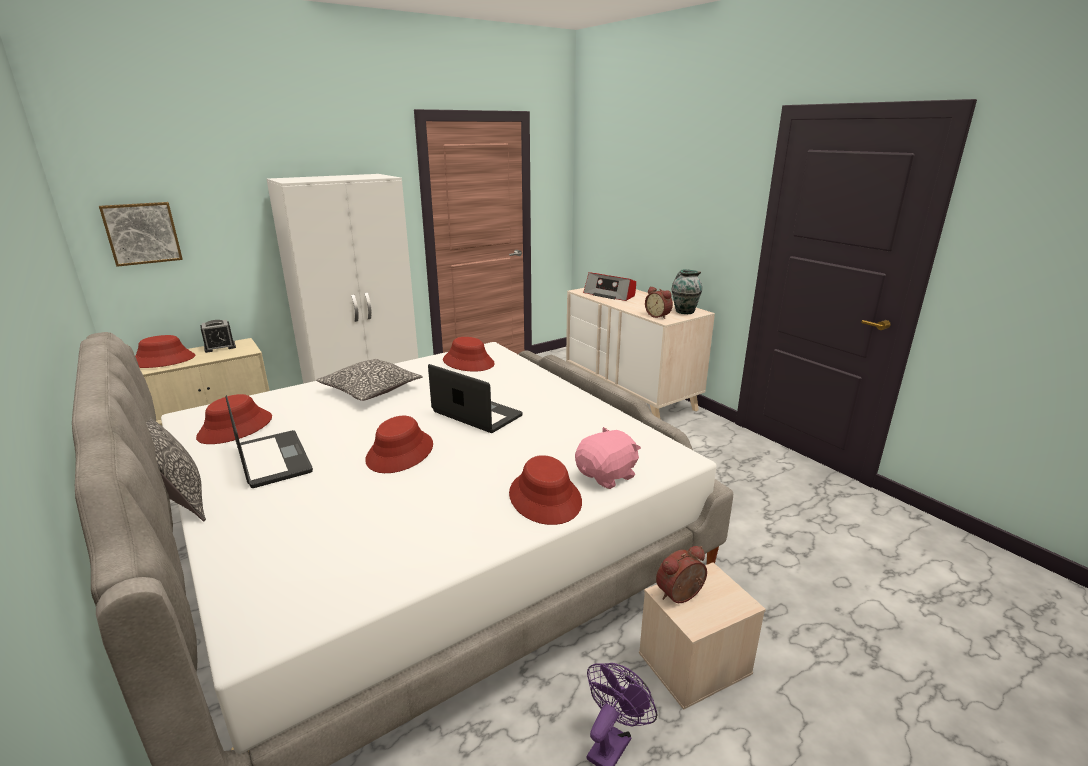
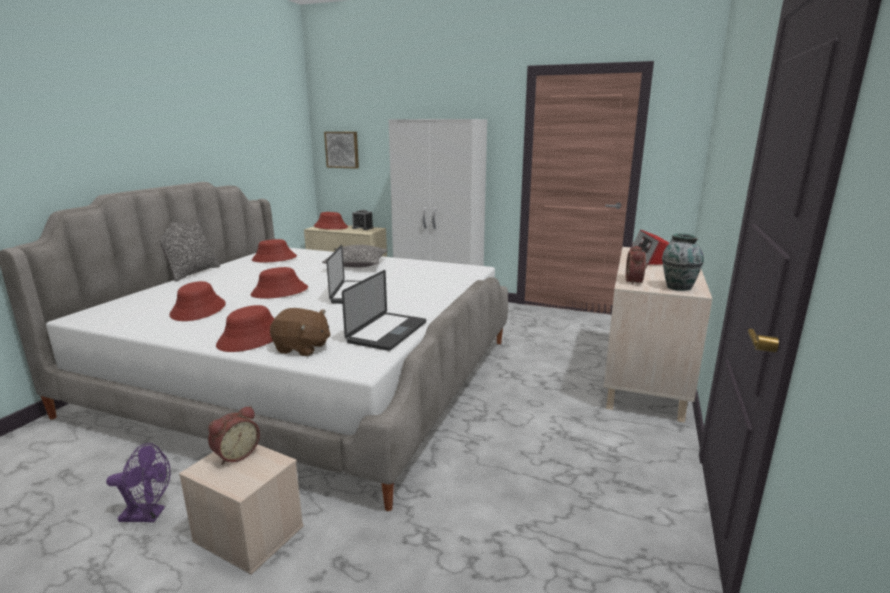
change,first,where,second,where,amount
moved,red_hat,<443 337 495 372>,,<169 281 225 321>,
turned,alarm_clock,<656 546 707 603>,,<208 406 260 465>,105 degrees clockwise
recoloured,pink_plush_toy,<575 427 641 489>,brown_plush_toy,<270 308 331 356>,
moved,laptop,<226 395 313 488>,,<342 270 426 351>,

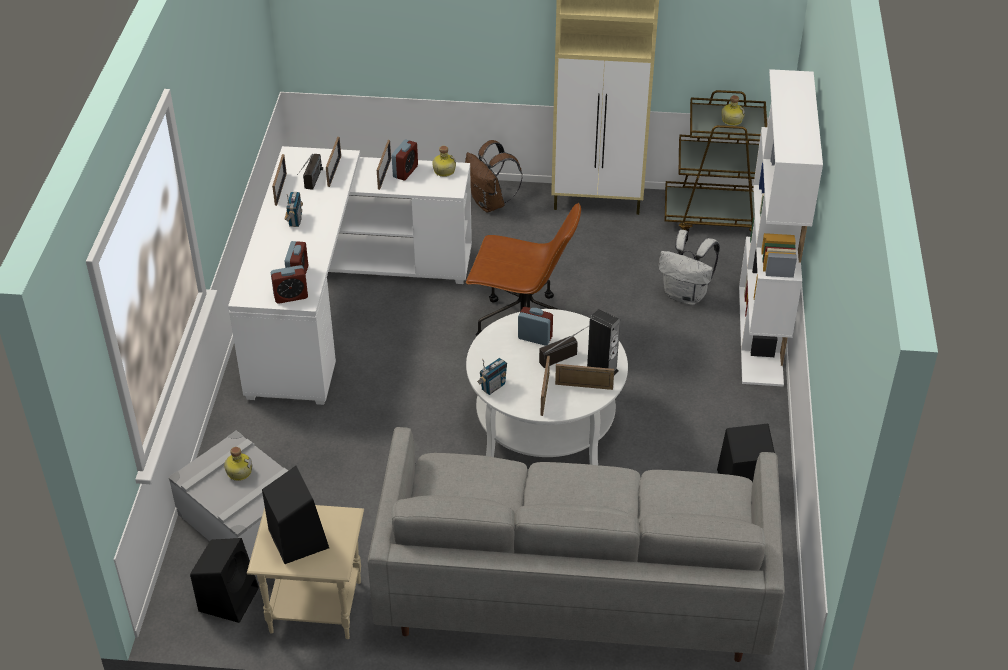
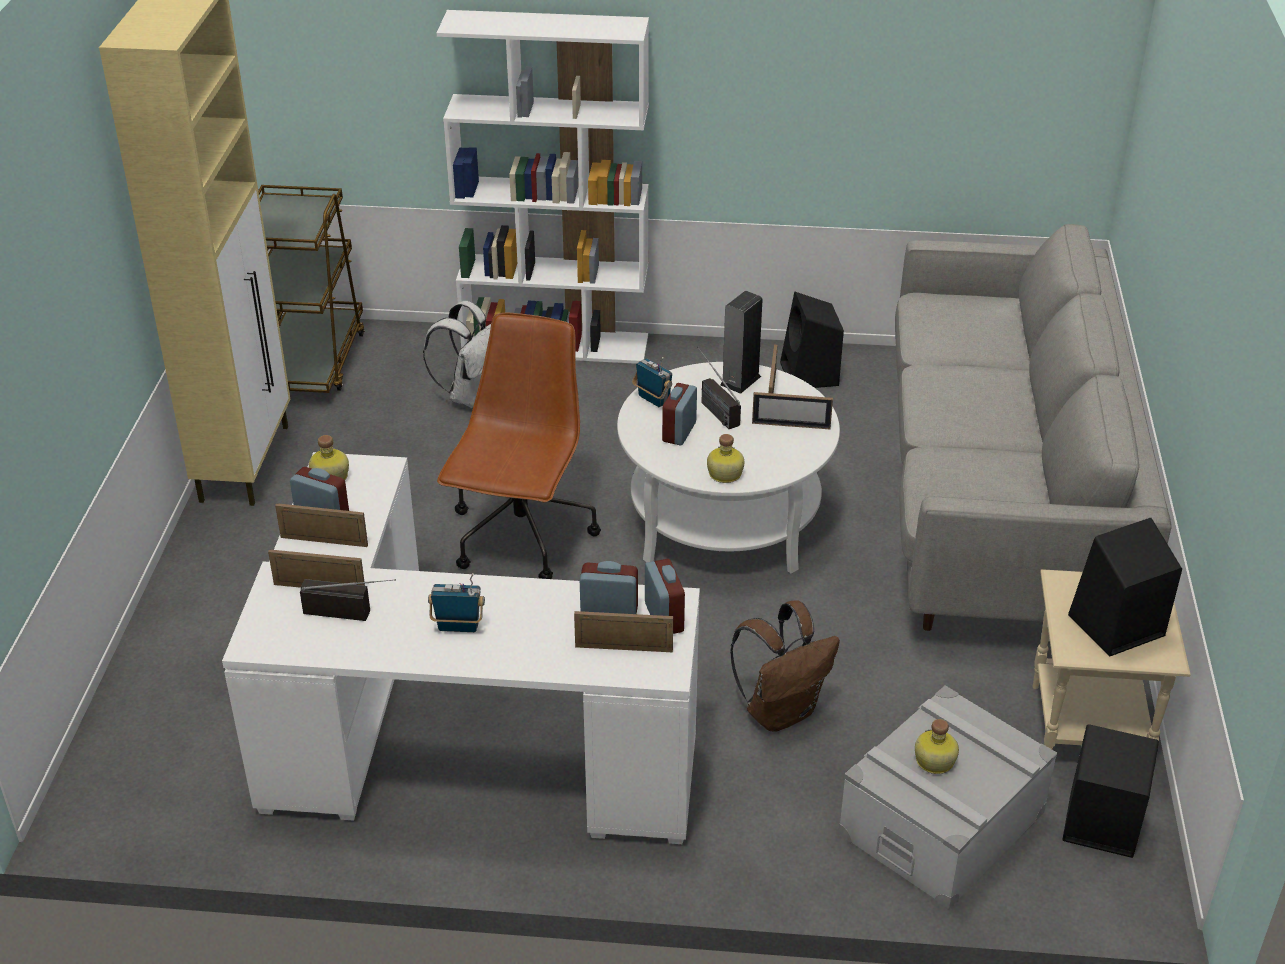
change,first,where,second,where,amount
moved,picture_frame,<272 154 287 206>,,<574 611 673 652>,
moved,radio,<477 358 507 395>,,<632 357 672 407>,
moved,bottle,<721 95 745 126>,,<707 434 744 483>,
moved,brown_backpack,<465 140 523 212>,,<730 600 840 732>,

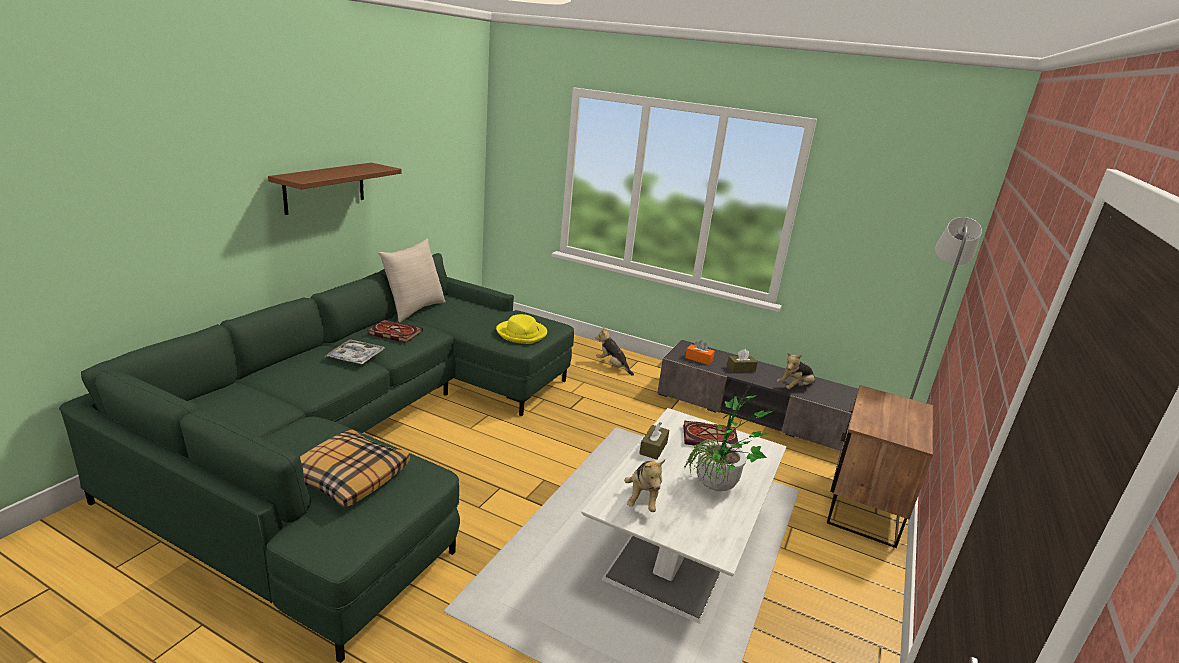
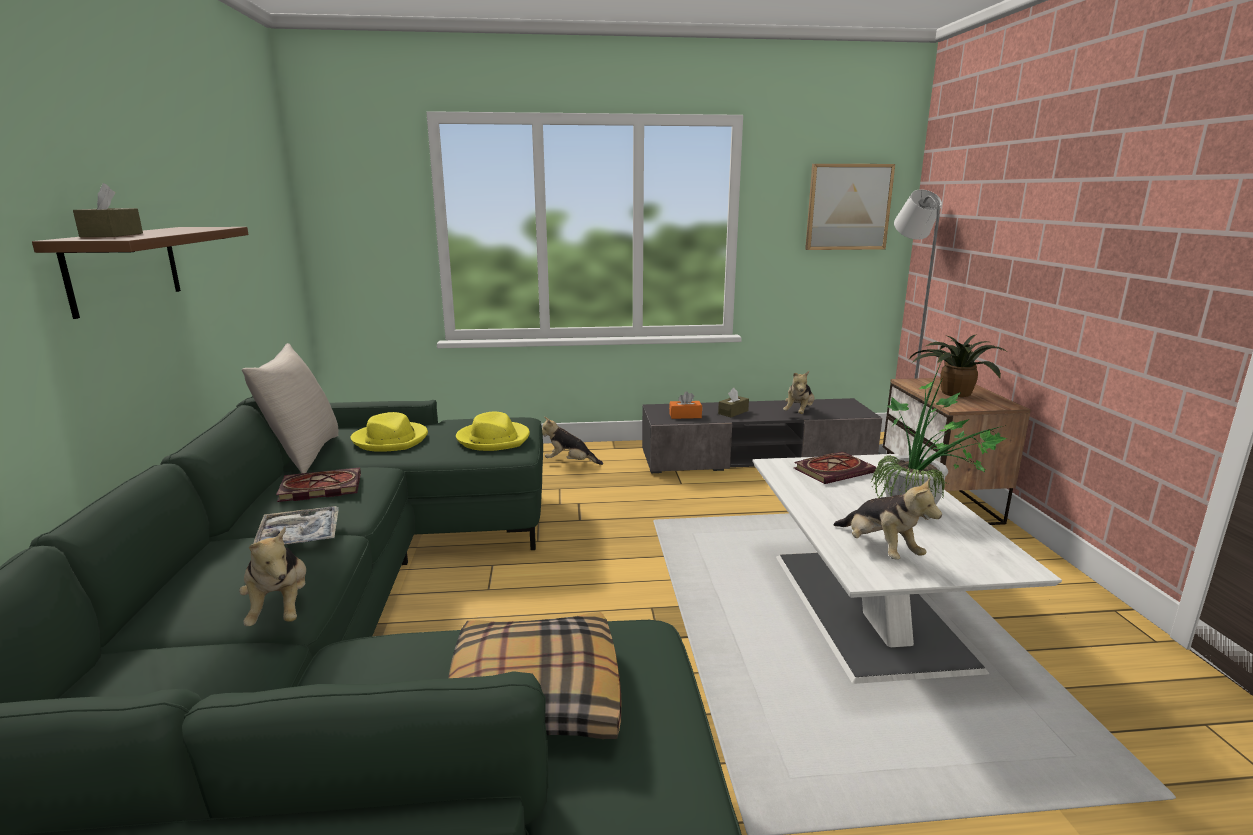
change,first,where,second,where,amount
moved,brown_tissue_box,<639 422 669 460>,,<73 183 143 237>,
added,,,plush_toy,<239 527 306 626>,
added,,,yellow_hat,<351 412 428 452>,
added,,,picture,<805 164 895 250>,
added,,,potted_plant,<909 334 1007 397>,

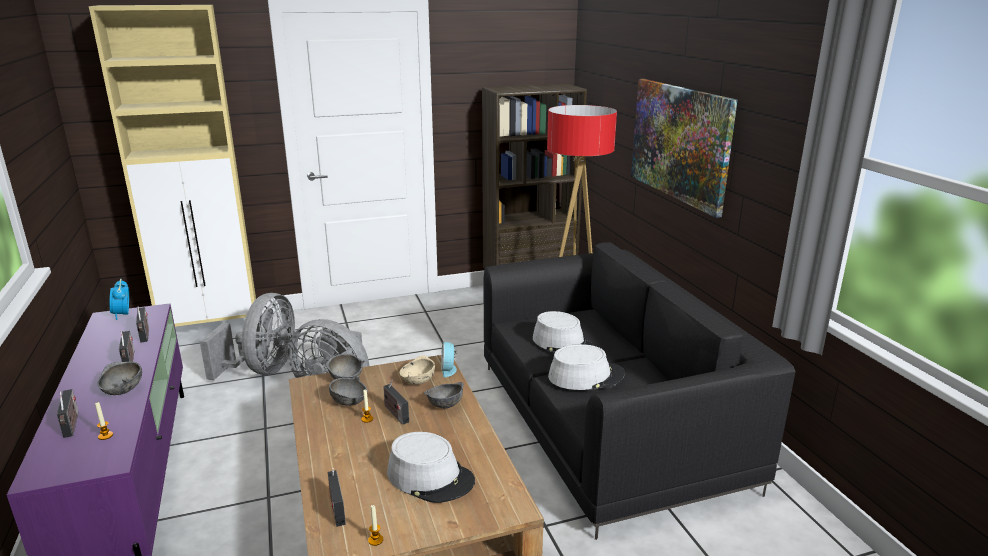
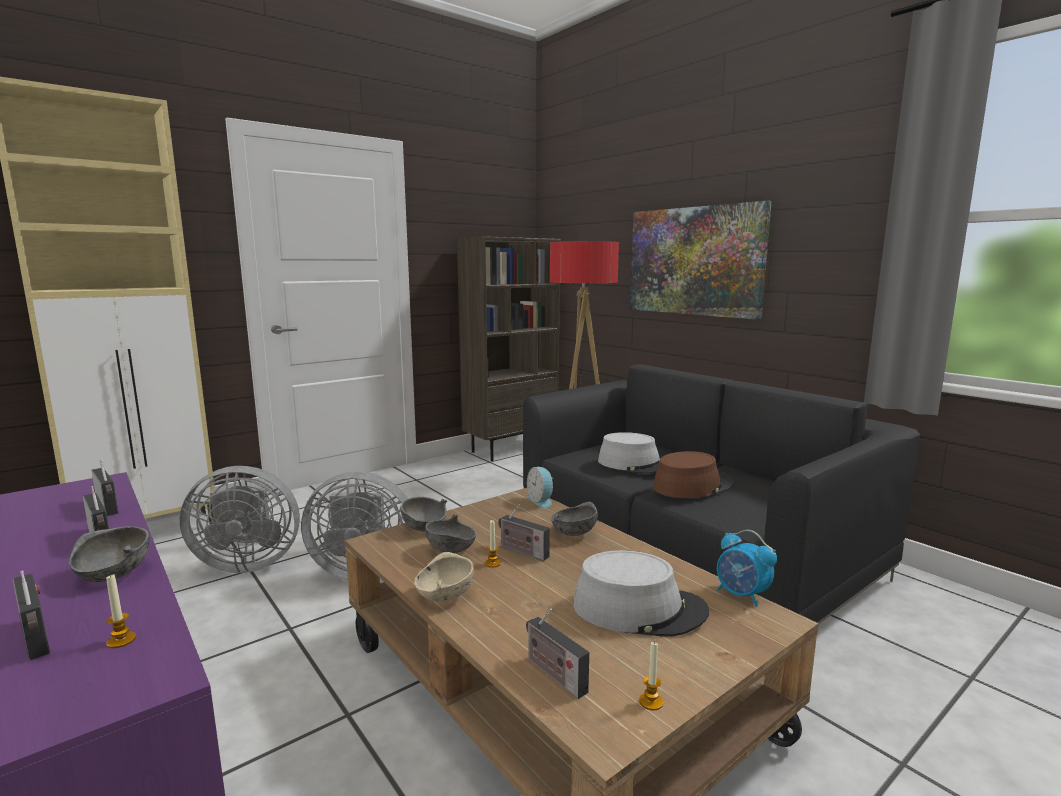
change,first,where,second,where,amount
turned,grey_fan,<200 293 295 380>,,<180 466 300 573>,90 degrees clockwise
moved,beige_bowl,<400 355 435 385>,,<414 552 474 602>,
recoloured,grey_hat,<548 344 625 390>,brown_hat,<653 451 733 498>,
moved,alarm_clock,<110 279 129 320>,,<717 530 777 607>,

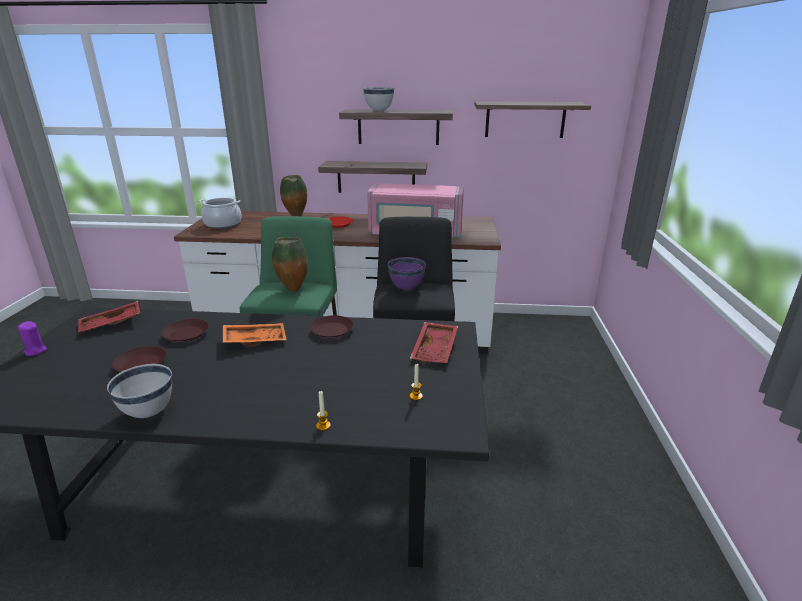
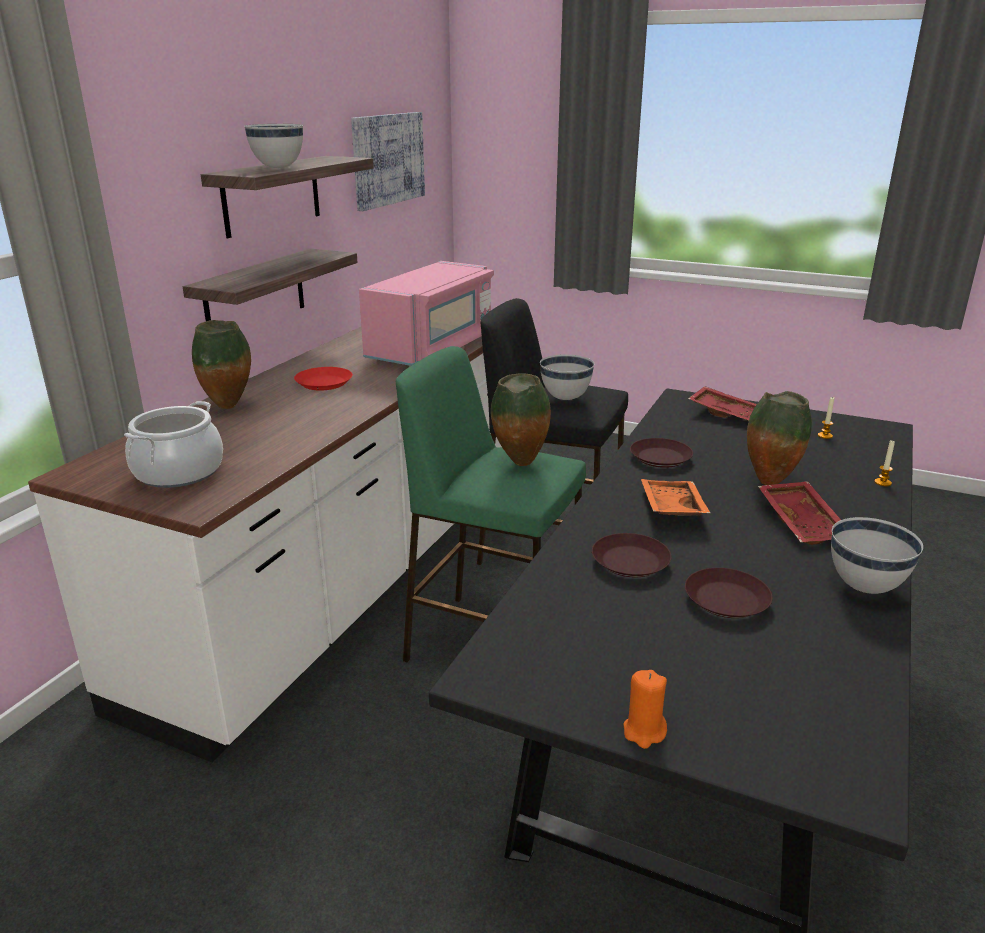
change,first,where,second,where,amount
replaced,shelf,<474 101 591 138>,picture,<351 112 425 211>,
recoloured,purple_bowl,<387 257 426 290>,white_bowl,<540 354 594 400>,
recoloured,purple_candle,<18 321 47 356>,orange_candle,<624 670 667 749>,
added,,,vase,<747 391 812 485>,
moved,red_tray,<78 301 140 332>,,<758 481 841 545>,

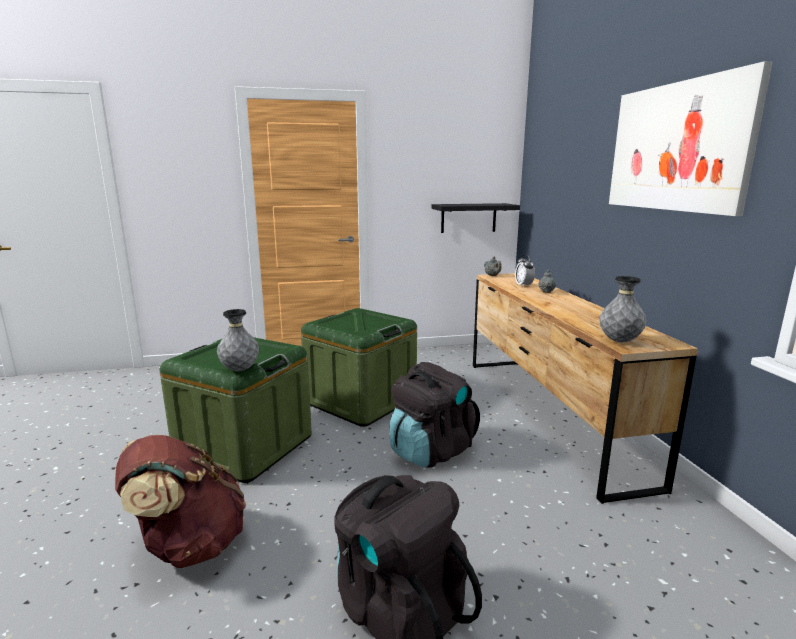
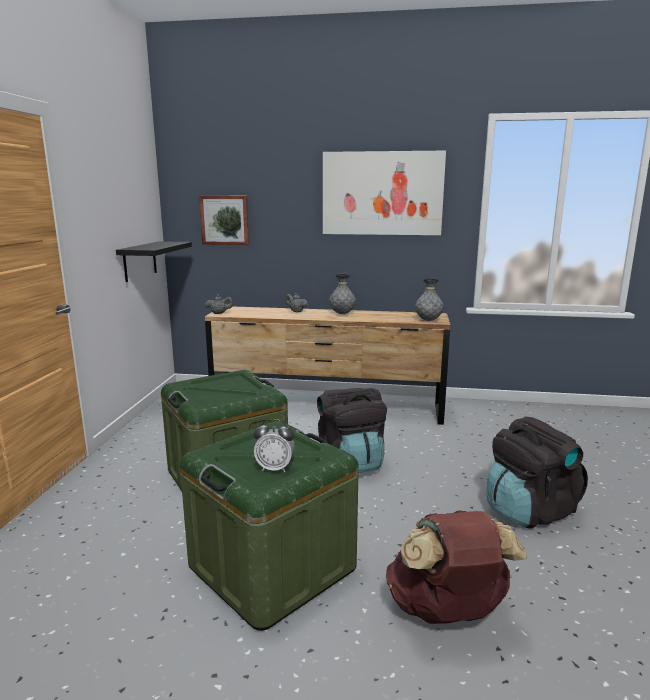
change,first,where,second,where,amount
added,,,picture,<199 196 249 245>,
moved,alarm_clock,<515 255 535 288>,,<254 419 295 473>,
moved,grey_vase,<217 309 259 371>,,<329 274 356 314>,

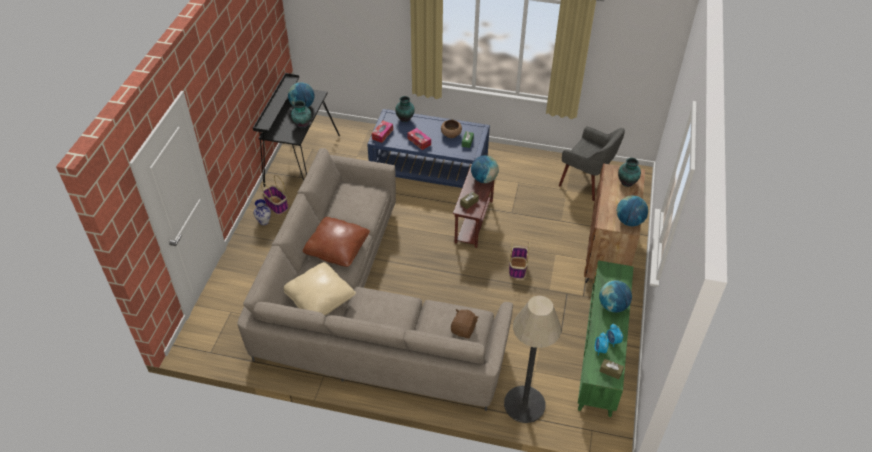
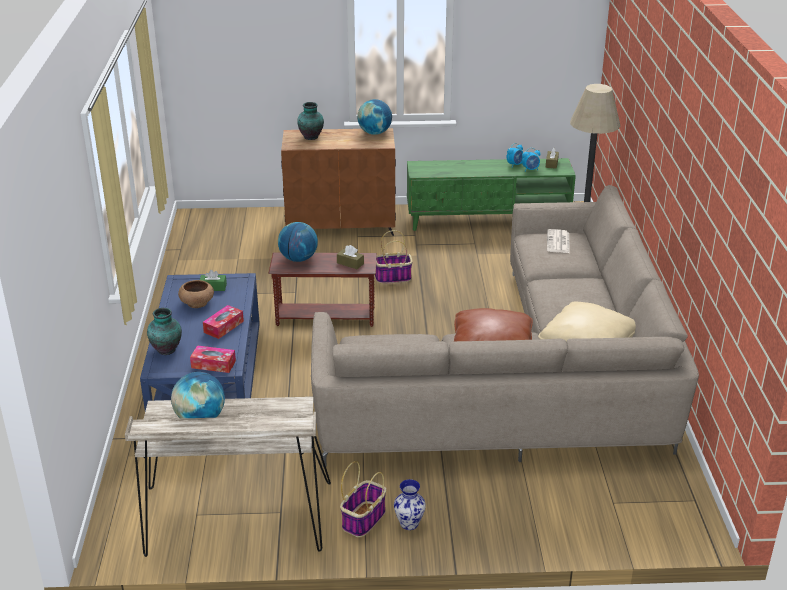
change,first,where,second,where,amount
recoloured,black_desk,<253 73 340 187>,beige_desk,<125 397 331 557>,
replaced,brown_plush_toy,<451 309 479 338>,newspaper,<547 229 569 253>,
removed,vase,<291 101 312 128>,,,
removed,grey_armchair,<559 126 625 201>,,,
removed,globe,<599 280 632 313>,,,

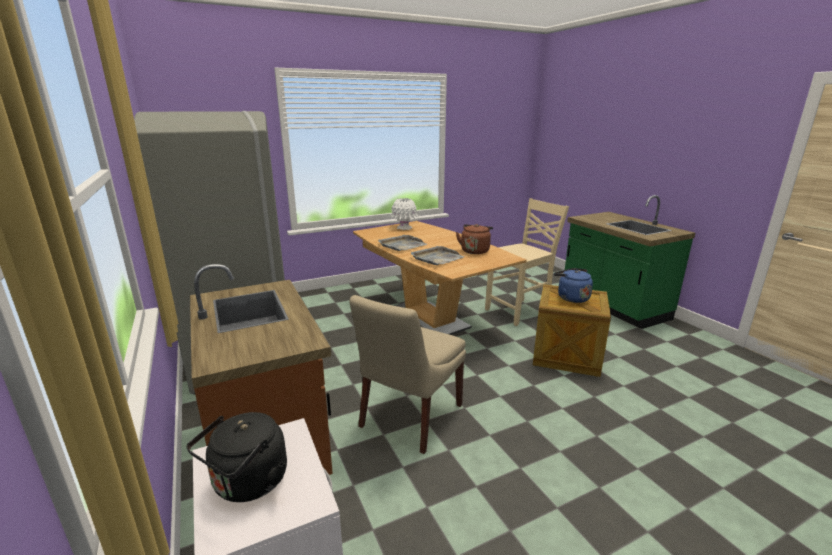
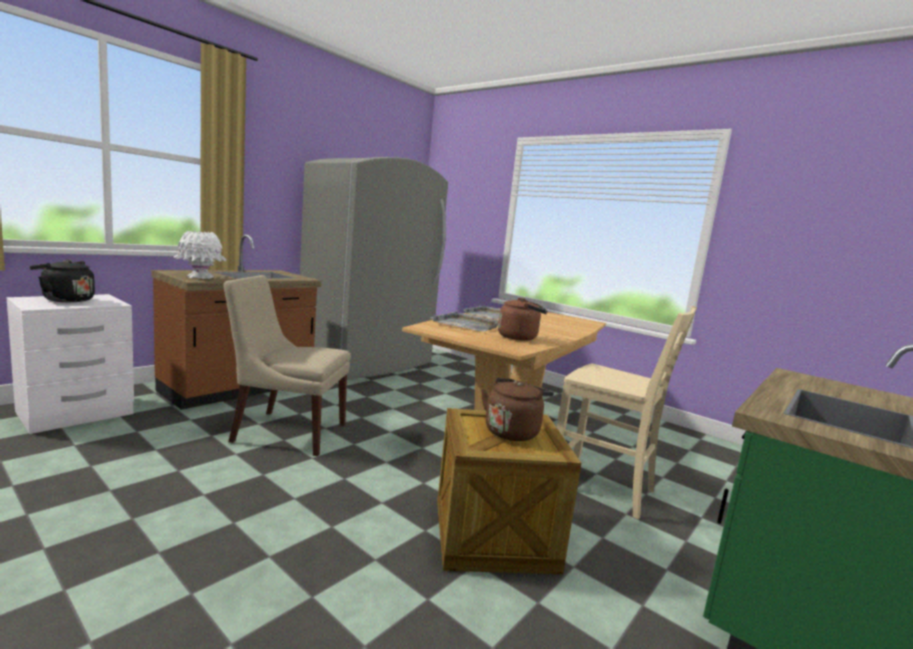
change,first,where,second,where,amount
moved,white_vase,<389 198 419 230>,,<173 231 227 279>,
recoloured,blue_kettle,<554 268 593 303>,brown_kettle,<481 378 554 441>,

